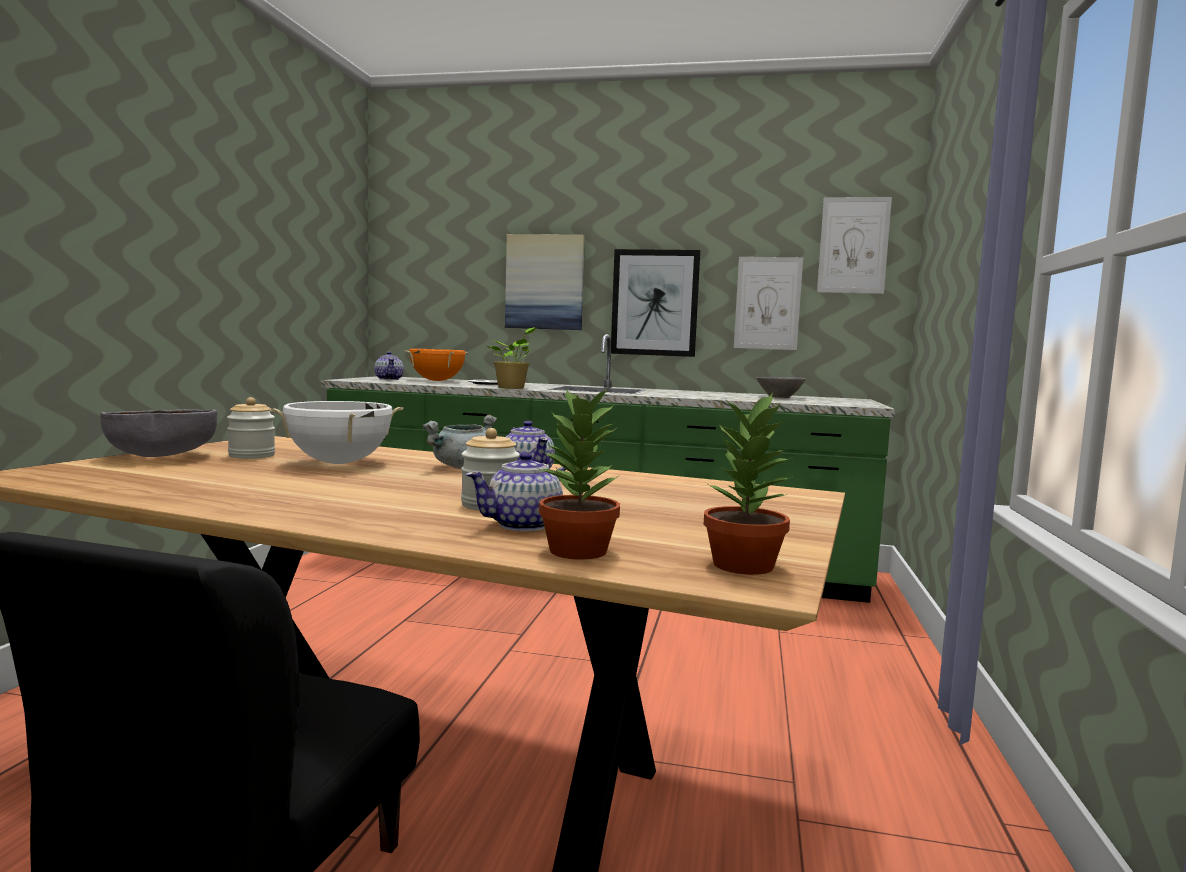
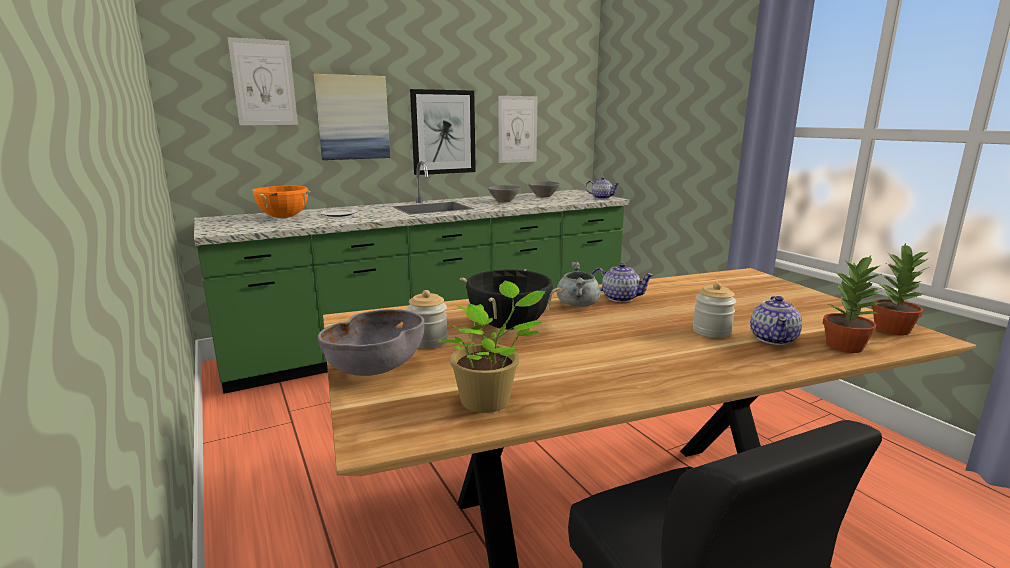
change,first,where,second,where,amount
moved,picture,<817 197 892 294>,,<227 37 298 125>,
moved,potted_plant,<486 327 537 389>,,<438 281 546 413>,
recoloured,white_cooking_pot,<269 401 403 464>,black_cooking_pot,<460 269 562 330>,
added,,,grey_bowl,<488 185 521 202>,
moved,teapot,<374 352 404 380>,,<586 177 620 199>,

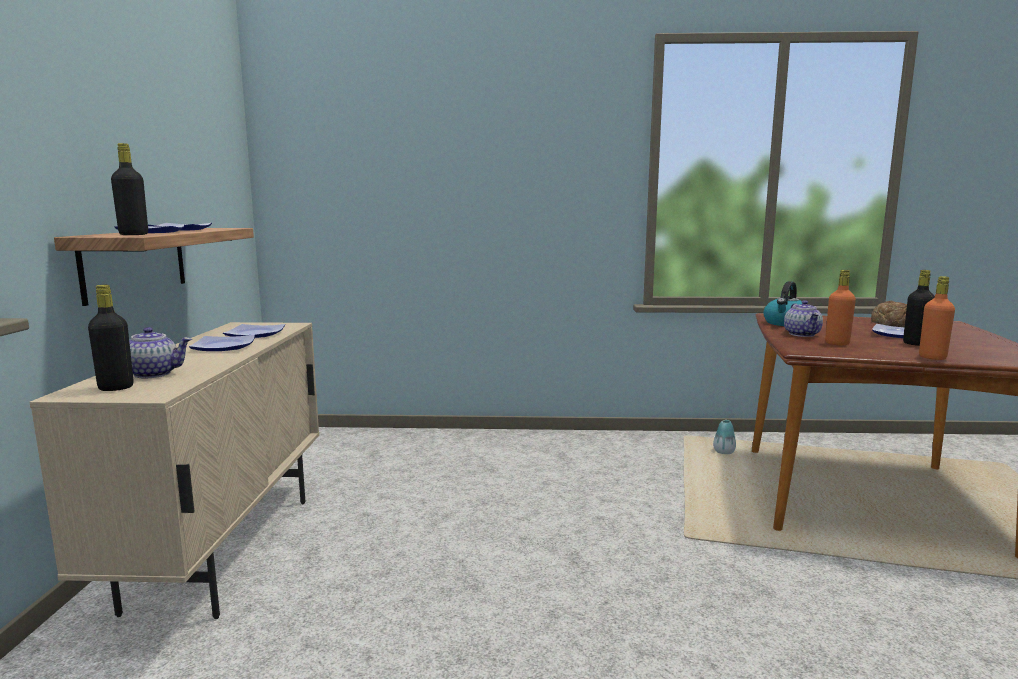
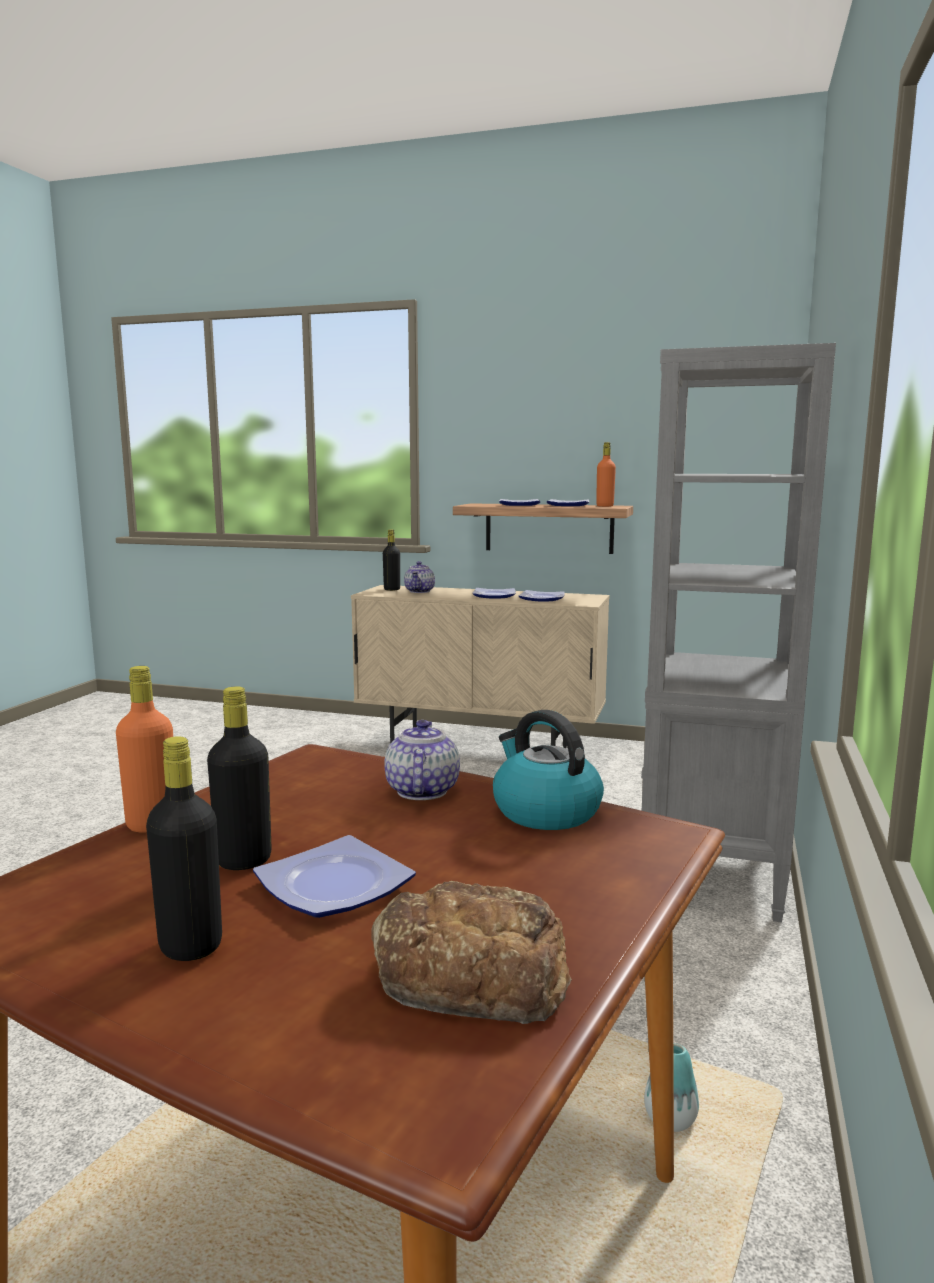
change,first,where,second,where,amount
moved,black_bottle,<111 143 148 235>,,<146 736 222 961>,
turned,teapot,<784 300 823 337>,,<384 720 460 800>,75 degrees clockwise
moved,orange_bottle,<825 270 856 345>,,<596 442 616 507>,
added,,,grey_bookcase,<641 343 836 923>,

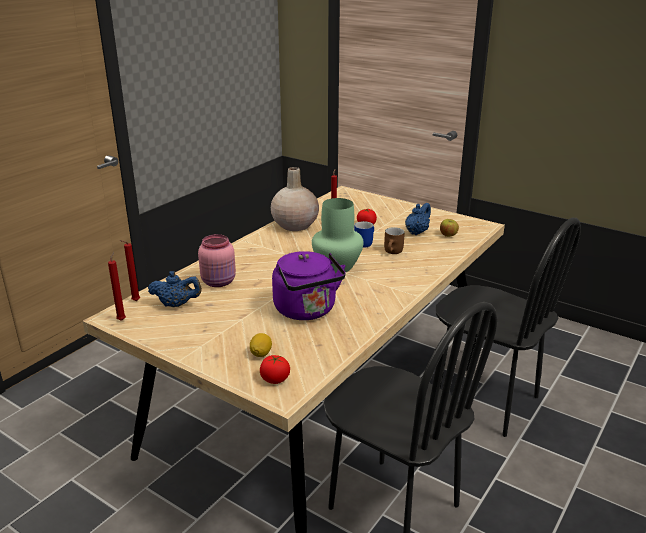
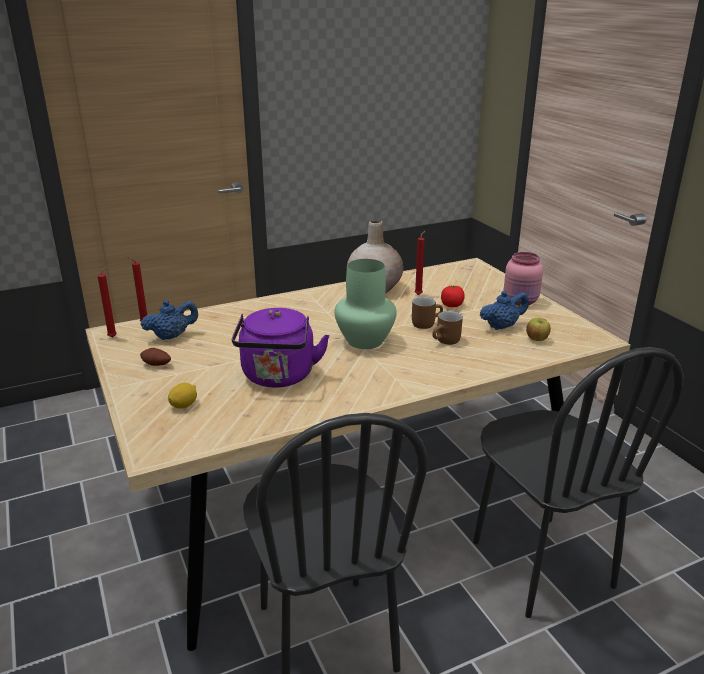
change,first,where,second,where,amount
added,,,potato,<140 348 171 366>,
turned,blue_teapot,<148 271 202 307>,,<141 300 198 340>,60 degrees counterclockwise
recoloured,blue_mug,<354 221 374 248>,brown_mug,<412 297 443 329>,
moved,pink_jar,<198 234 236 287>,,<504 252 543 306>,
removed,tomato,<260 355 290 384>,,,

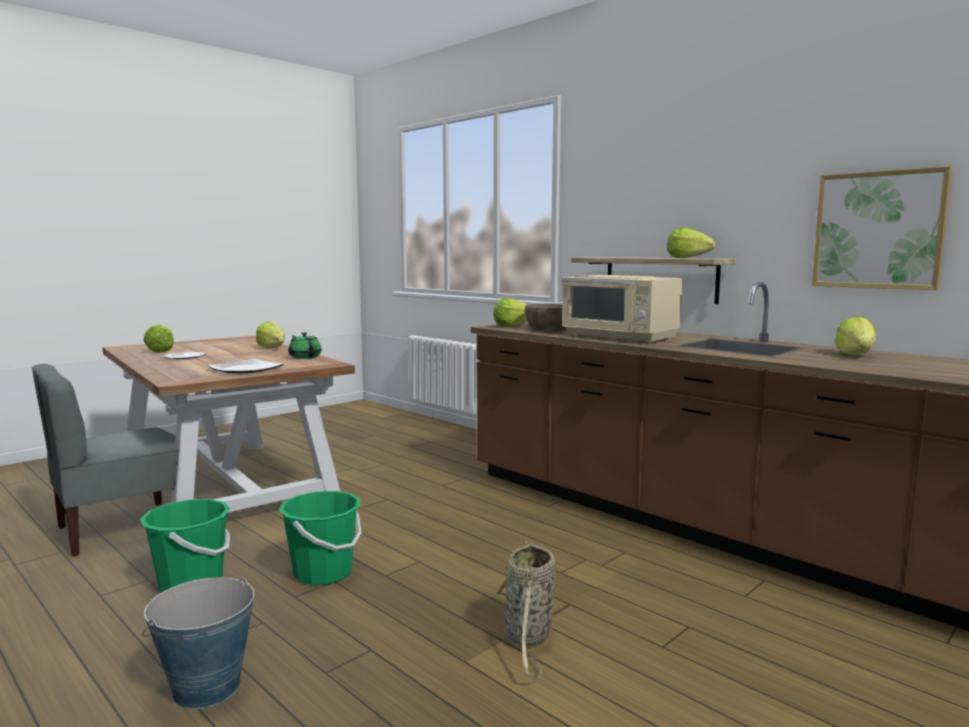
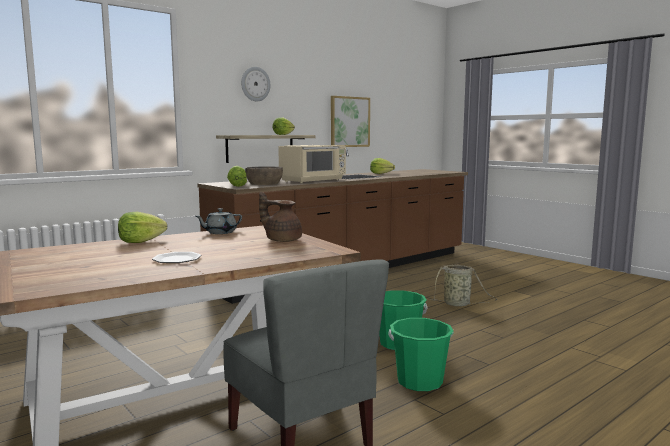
change,first,where,second,where,amount
recoloured,green_teapot,<288 332 322 359>,grey_teapot,<195 208 242 234>,
added,,,wall_clock,<241 67 270 102>,
replaced,plate,<207 358 284 374>,brown_teapot,<259 192 302 242>,
removed,bucket,<142 577 254 709>,,,
removed,lettuce,<144 324 174 353>,,,

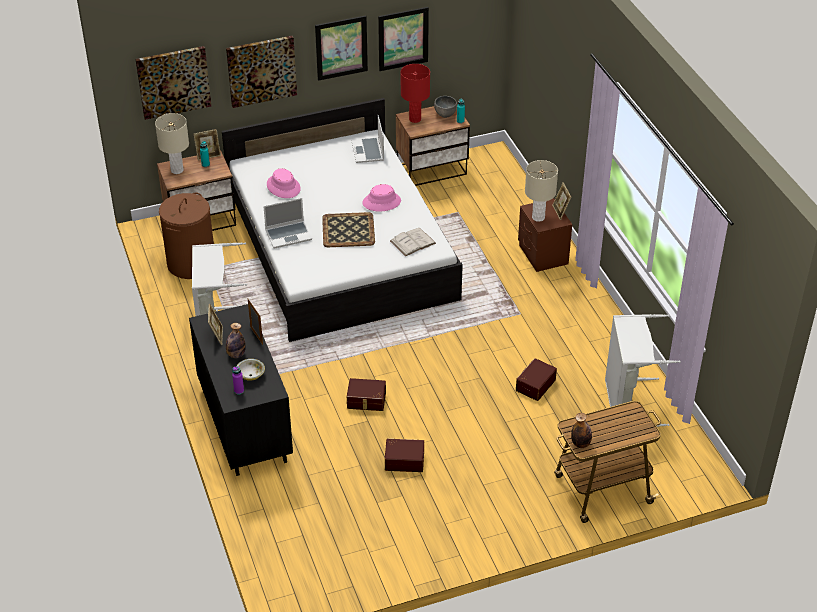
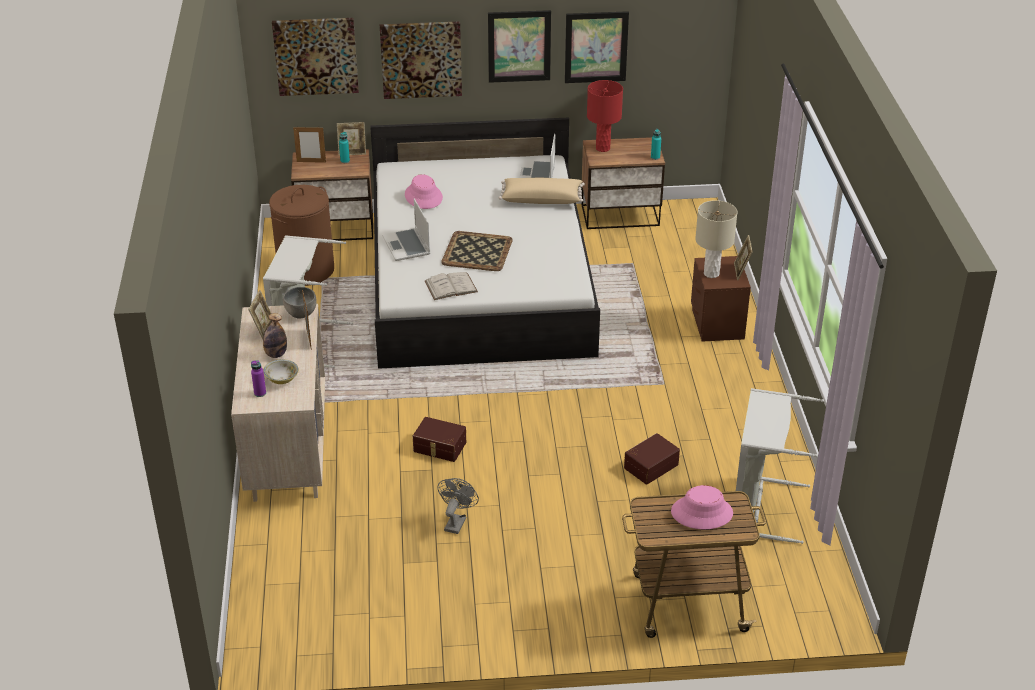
change,first,where,second,where,amount
recoloured,black_dresser,<189 304 293 476>,beige_dresser,<231 304 325 502>,
moved,grey_bowl,<434 96 457 118>,,<283 287 317 319>,
replaced,beige_table_lamp,<155 113 189 174>,picture_frame,<293 126 326 163>,
turned,laptop,<263 198 312 248>,,<382 199 430 261>,75 degrees clockwise
moved,white_book,<390 228 436 256>,,<425 272 478 300>,
replaced,brown_storage_box,<385 439 424 472>,grey_fan,<437 478 479 534>,
added,,,beige_pillow,<499 178 585 204>,
moved,pink_hat,<363 184 401 211>,,<671 485 733 529>,
removed,bottle,<571 413 592 448>,,,

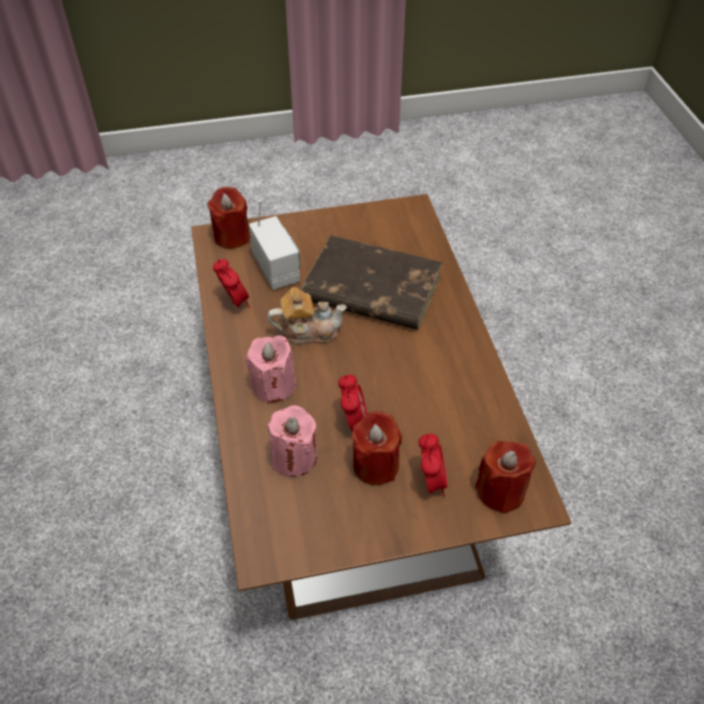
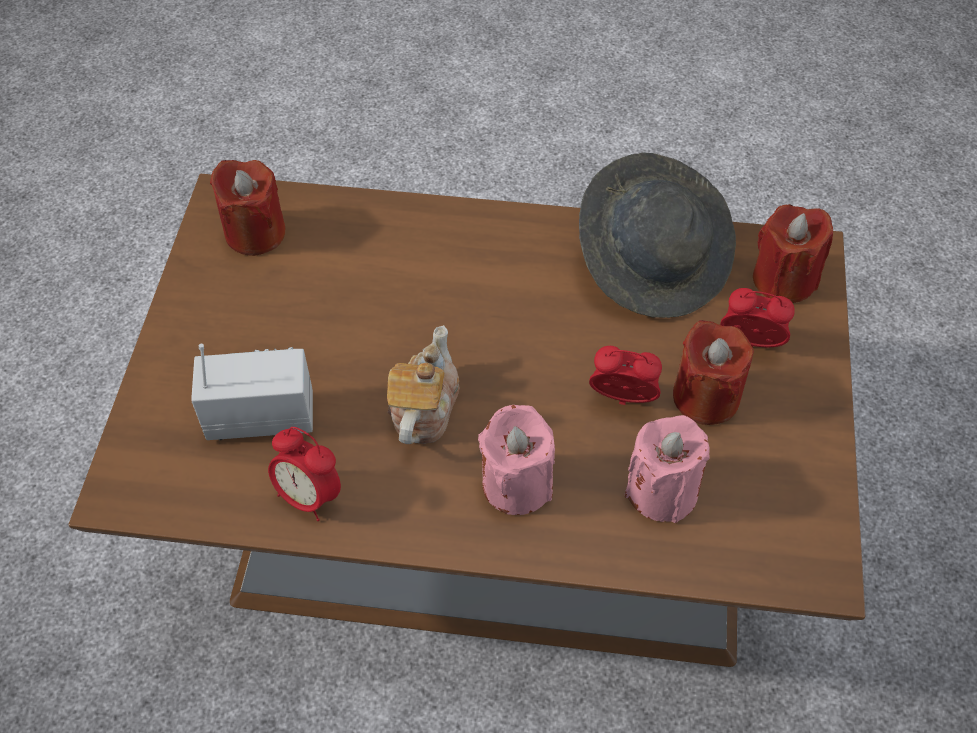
change,first,where,second,where,amount
moved,red_candle,<207 187 250 249>,,<210 160 286 256>,
turned,alarm_clock,<213 259 250 308>,,<268 427 341 521>,135 degrees counterclockwise
added,,,grey_hat,<579 152 736 318>,
removed,brown_book,<301 235 443 330>,,,

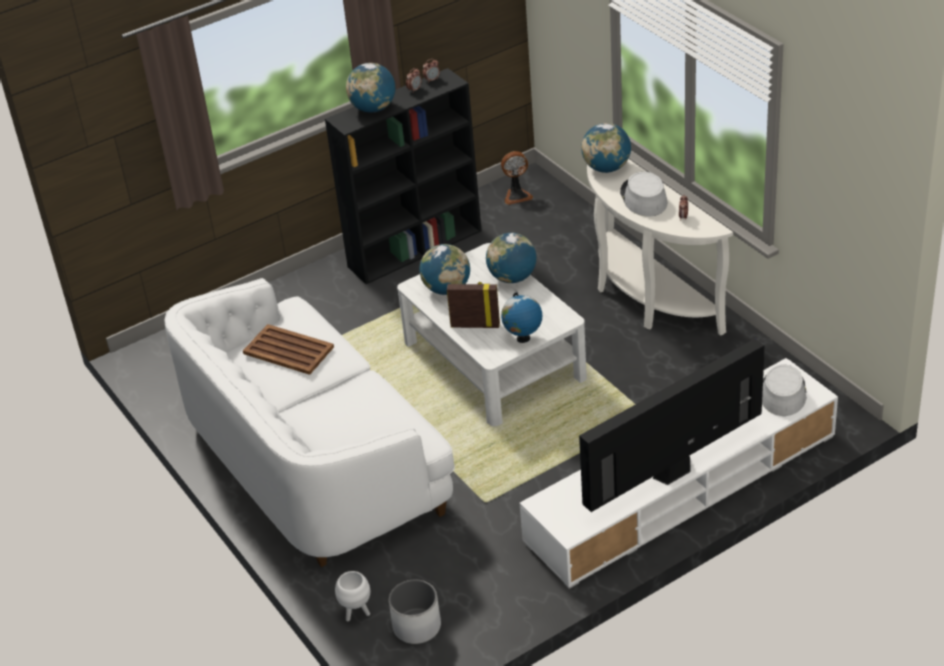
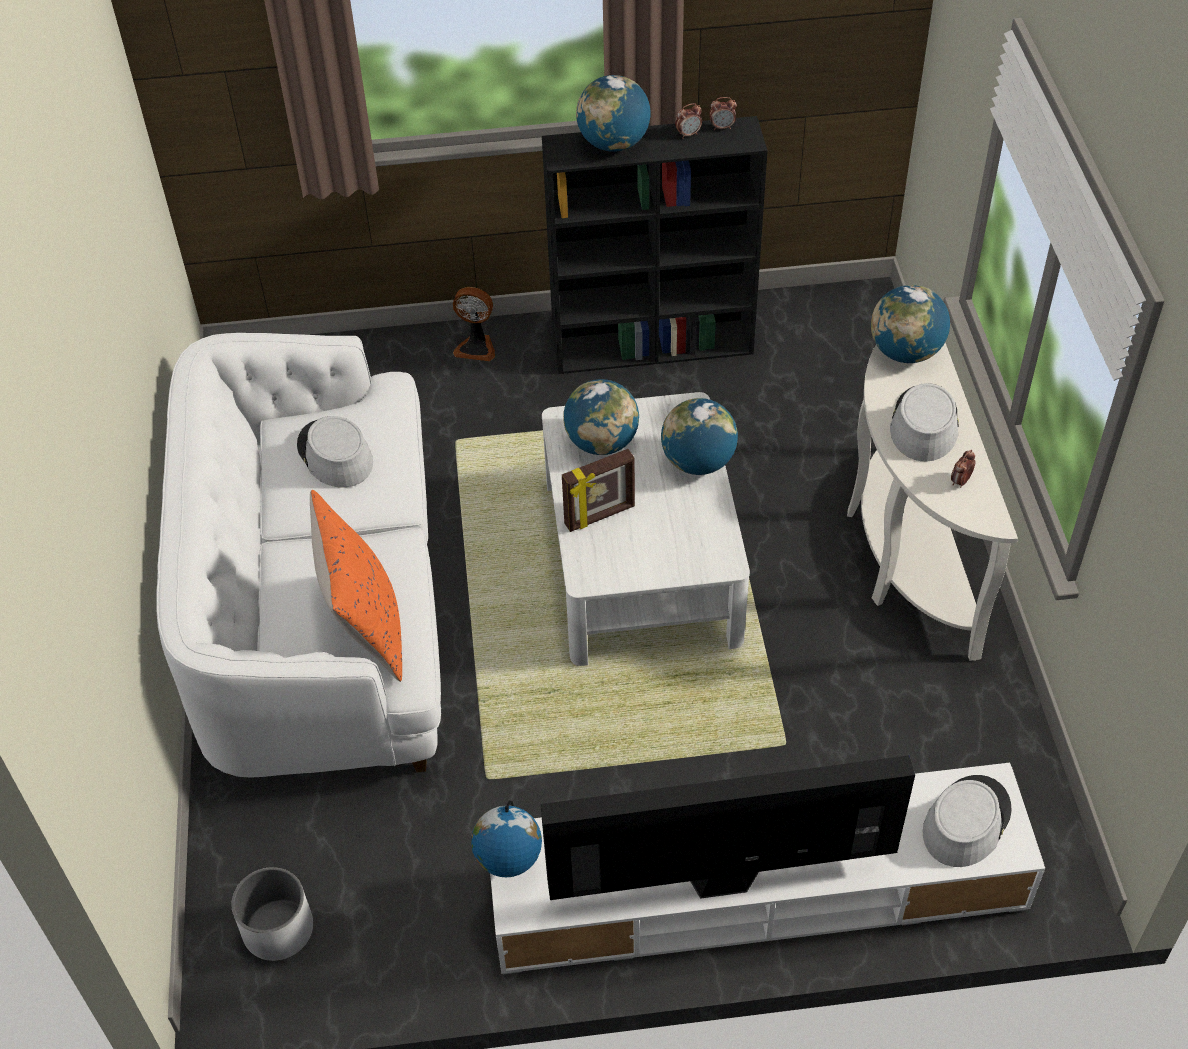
change,first,where,second,where,amount
replaced,brown_tray,<243 324 334 375>,grey_hat,<297 416 373 488>,
added,,,orange_pillow,<310 490 402 682>,
moved,fan,<501 151 533 205>,,<453 287 495 361>,
moved,globe,<501 292 542 343>,,<471 800 542 877>,
turned,picture_frame,<447 282 500 328>,,<562 449 635 532>,120 degrees clockwise
removed,white_planter,<335 571 370 621>,,,

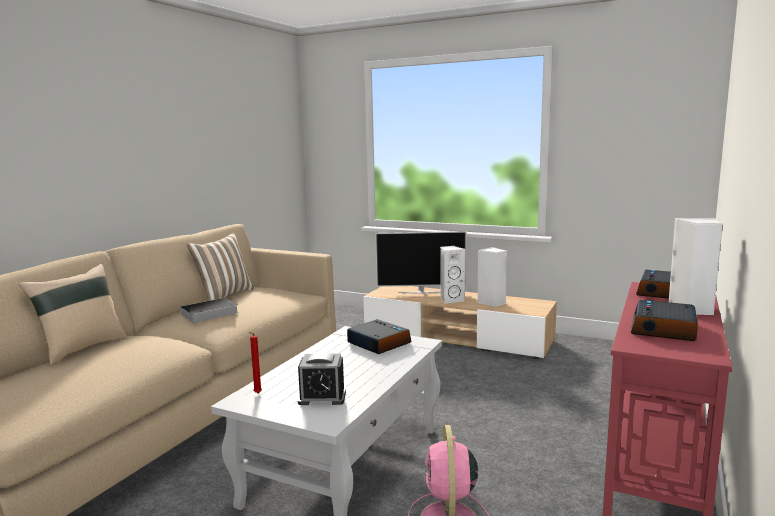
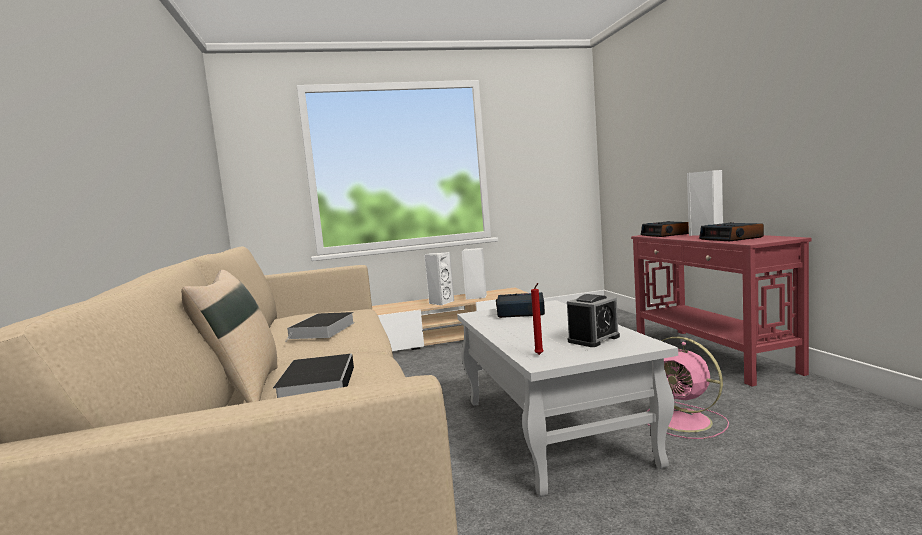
change,first,where,second,where,amount
added,,,book,<273 354 354 398>,
removed,pillow,<186 233 254 301>,,,
removed,television,<375 231 466 294>,,,

